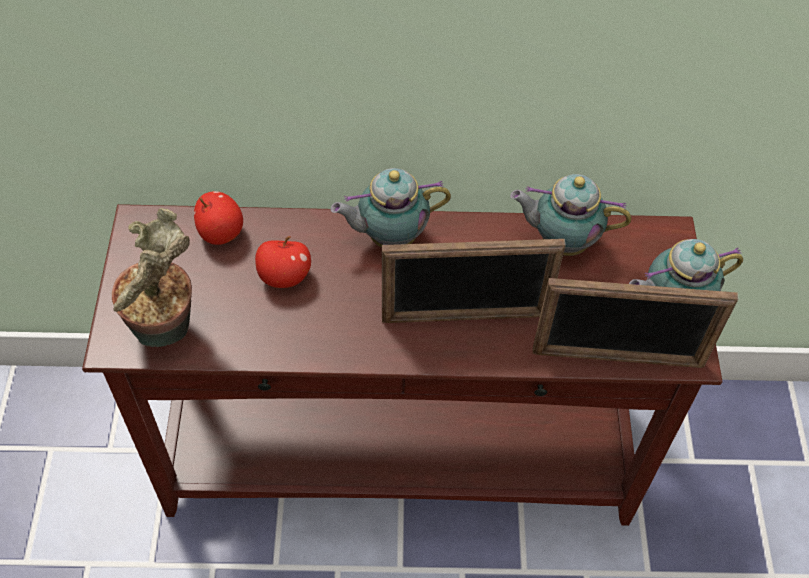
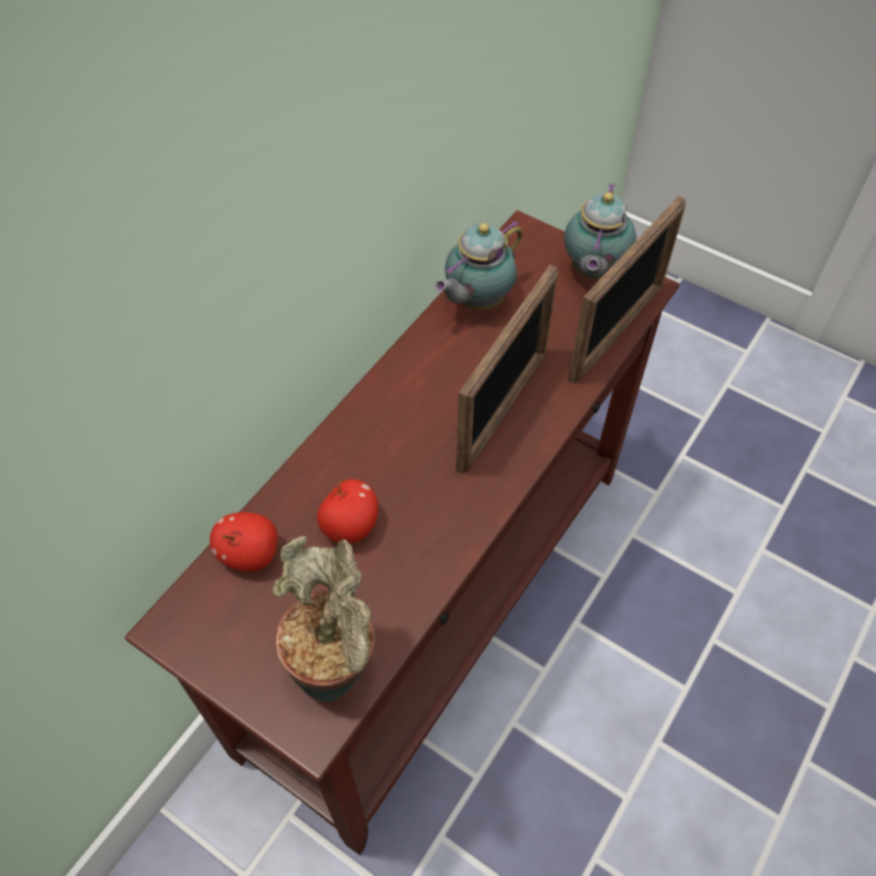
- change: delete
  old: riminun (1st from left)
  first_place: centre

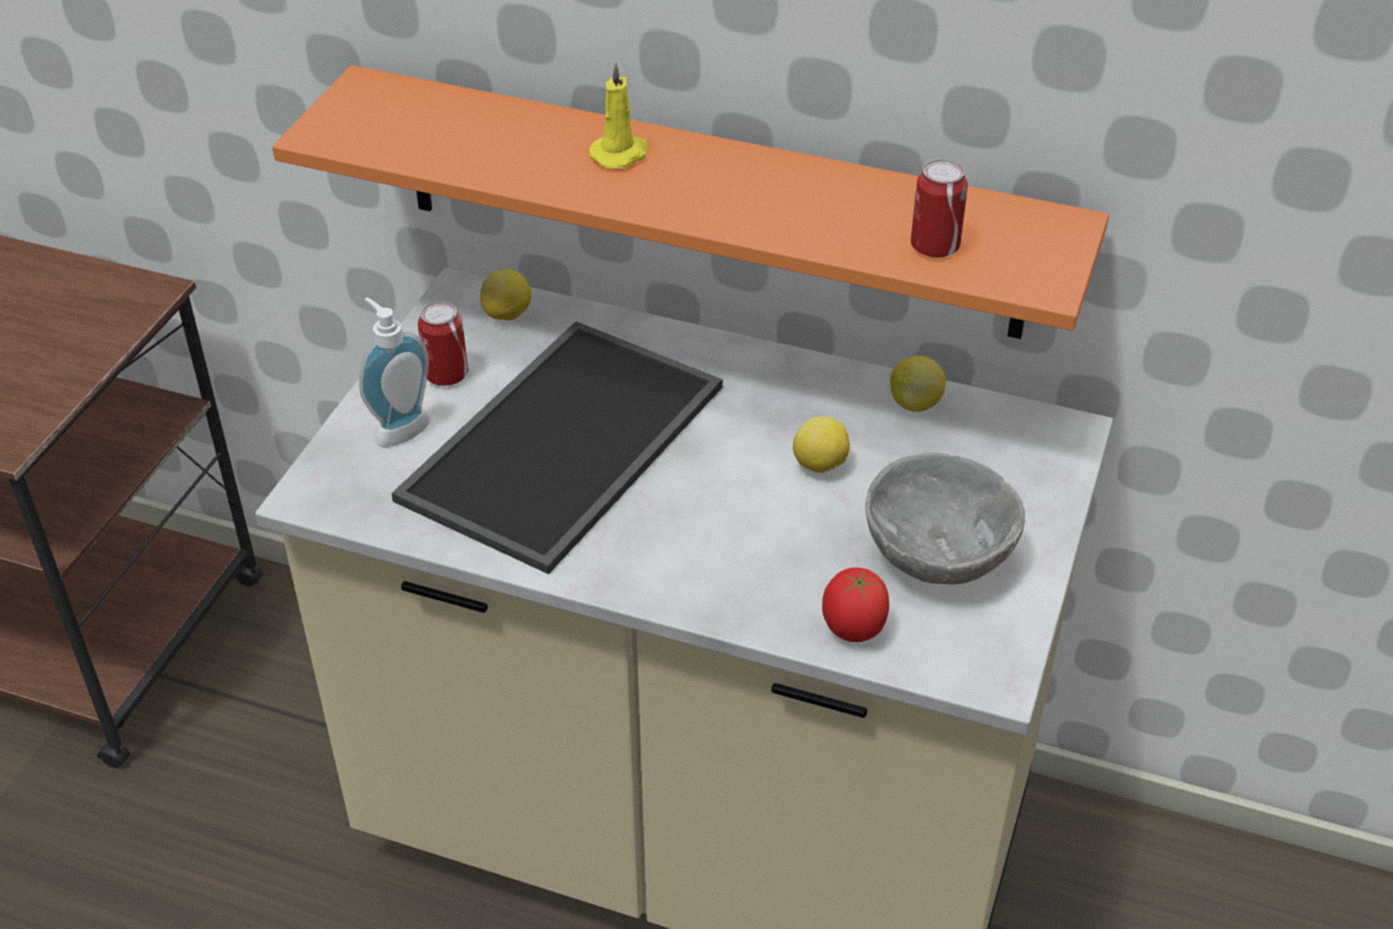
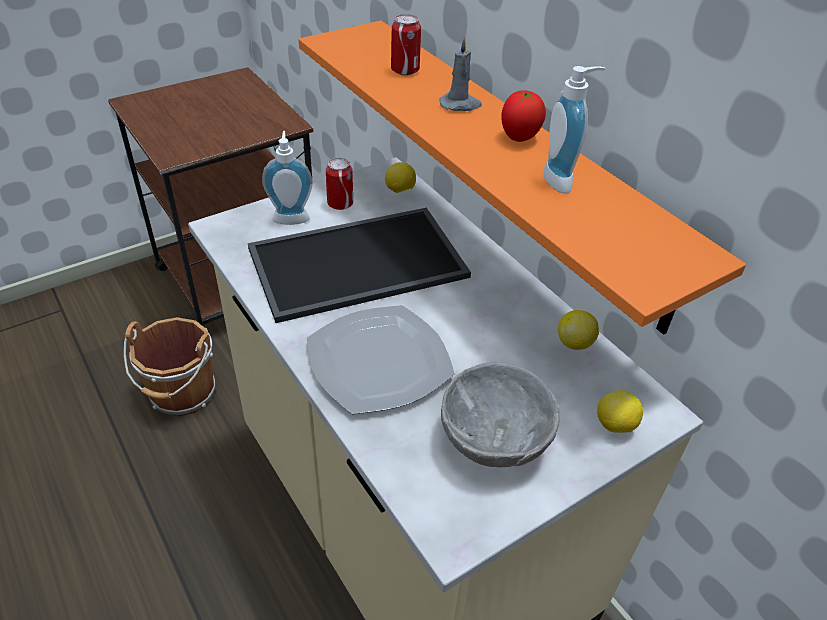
- change: recolor
  old: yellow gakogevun
  new: grey gakogevun
  first_place: top centre
  second_place: top centre
- change: move
  old: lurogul (2nd from left)
  first_place: top right
  second_place: top centre
- change: move
  old: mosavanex (2nd from left in the first image)
  new: mosavanex (3rd from left)
  first_place: centre
  second_place: middle right
- change: move
  old: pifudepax
  first_place: centre
  second_place: top centre
- change: insert
  new: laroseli (2nd from left)
  second_place: top right
- change: insert
  new: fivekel
  second_place: centre
- change: insert
  new: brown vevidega
  second_place: middle left

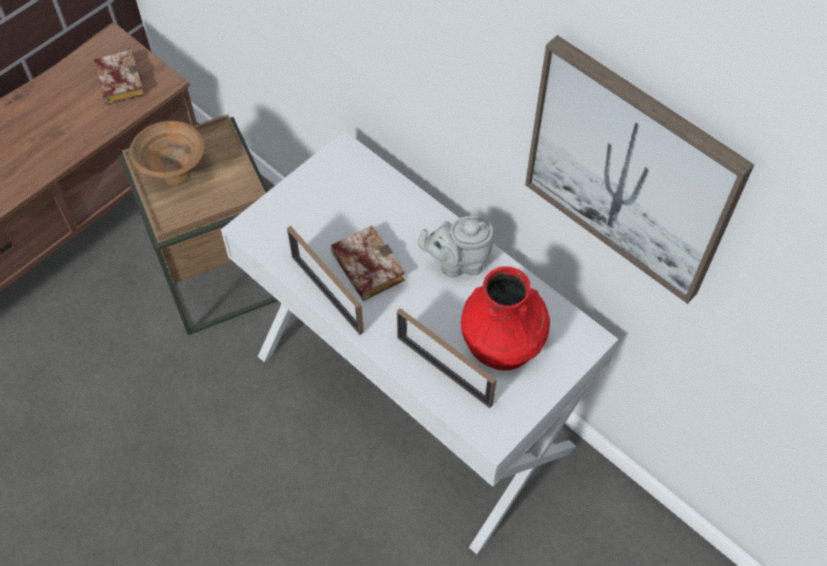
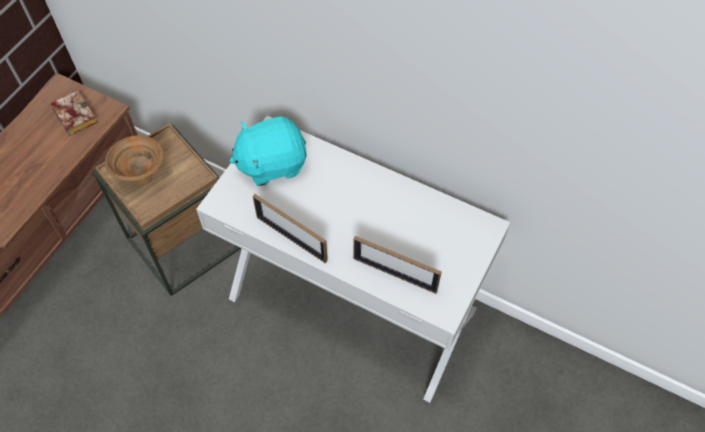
- change: delete
  old: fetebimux
  first_place: top right
- change: delete
  old: grey riminun
  first_place: centre
- change: delete
  old: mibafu (2nd from left)
  first_place: centre
- change: delete
  old: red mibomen
  first_place: centre
- change: insert
  new: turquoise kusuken
  second_place: centre

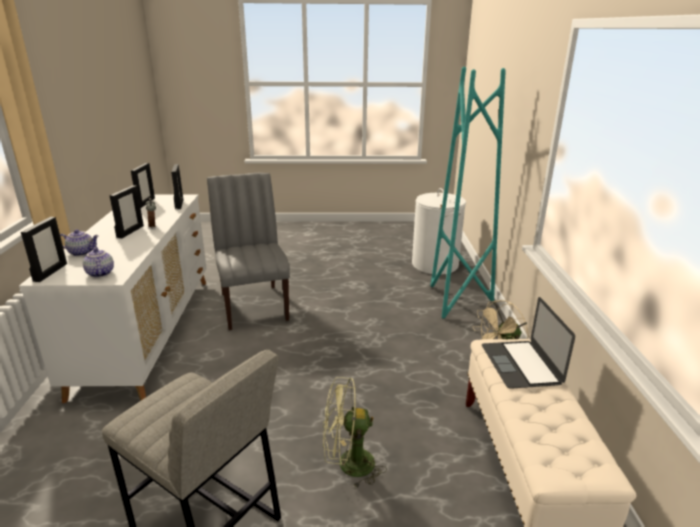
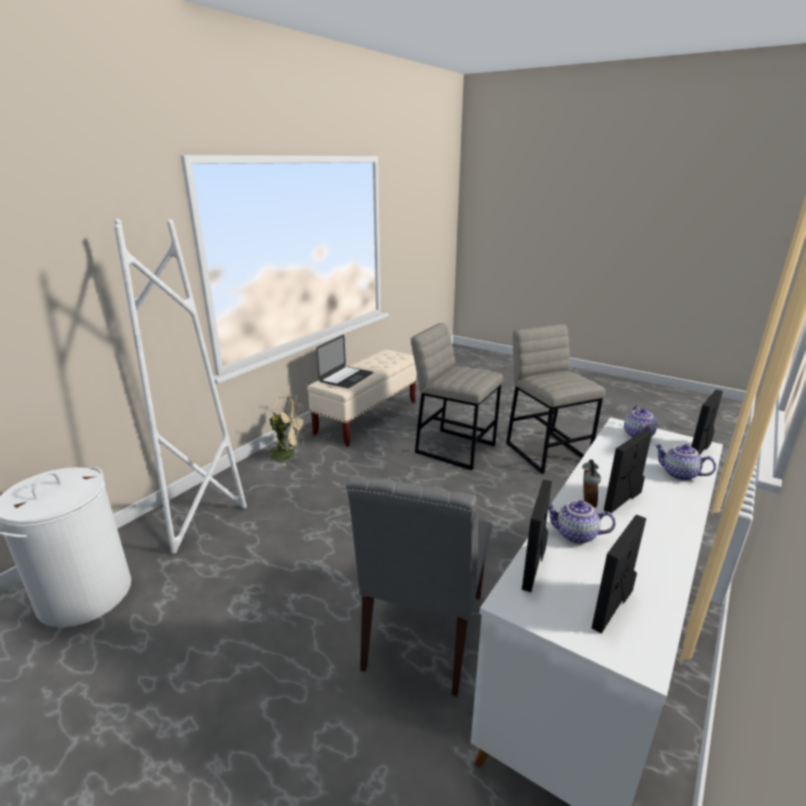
- change: recolor
  old: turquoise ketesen
  new: white ketesen
  first_place: middle right
  second_place: middle left
- change: replace
  old: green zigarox
  new: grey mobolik (2nd from left)
  first_place: bottom centre
  second_place: centre
- change: insert
  new: riminun (1st from left)
  second_place: middle right

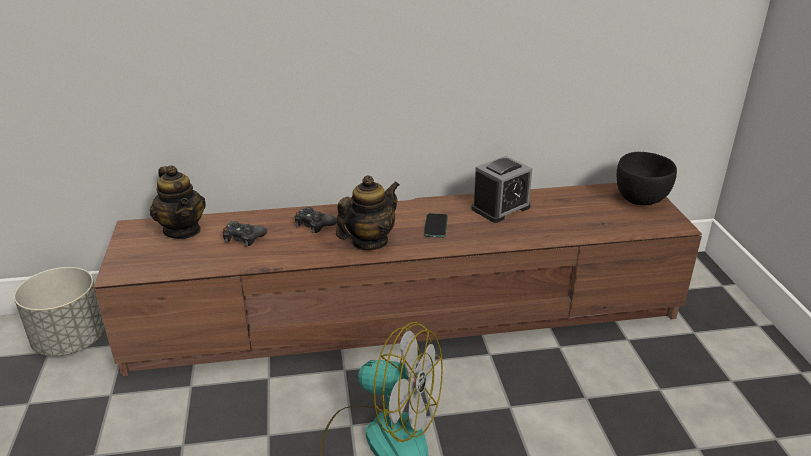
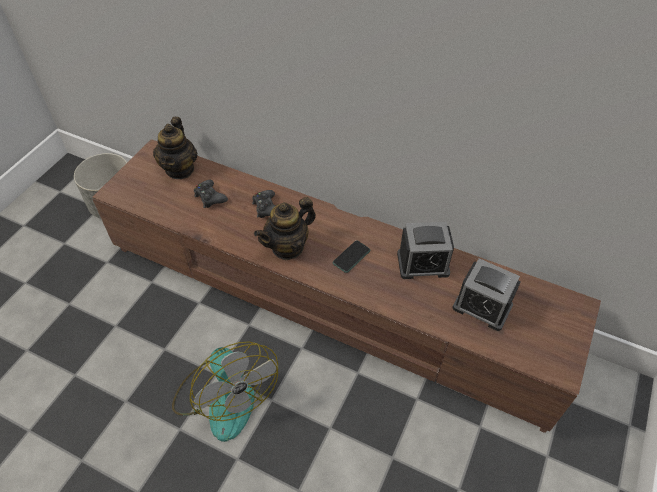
- change: delete
  old: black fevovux
  first_place: middle right
- change: rotate
  old: riminun (2nd from left)
  first_place: centre
  second_place: centre
  degrees: 150
- change: insert
  new: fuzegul (2nd from left)
  second_place: middle right

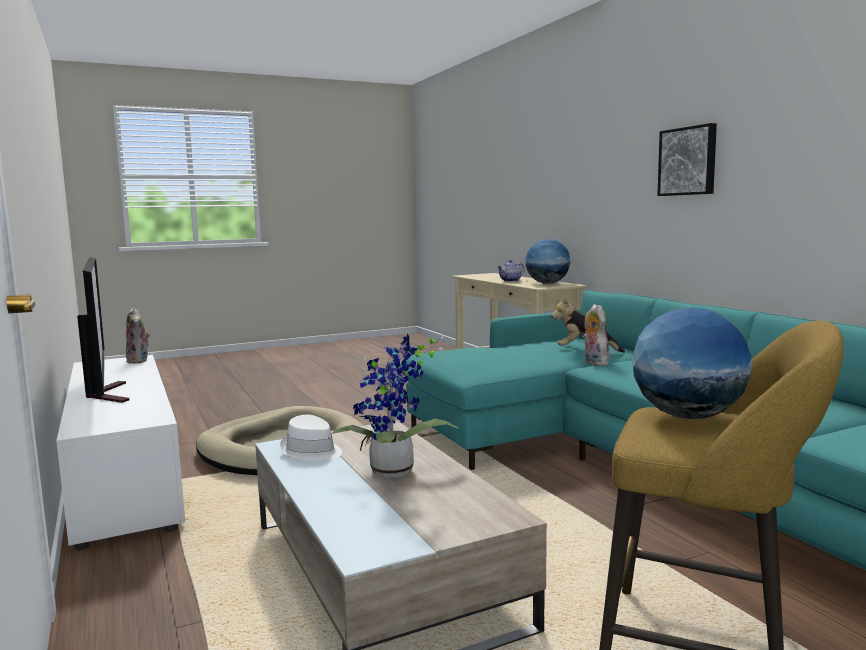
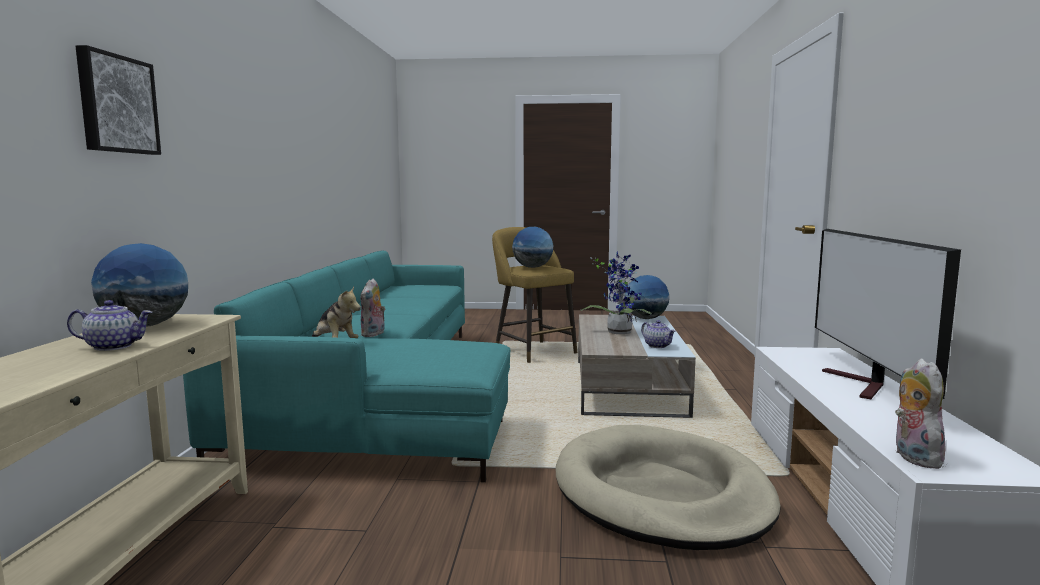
- change: move
  old: fetebimux
  first_place: top right
  second_place: top left
- change: replace
  old: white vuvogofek
  new: riminun (2nd from left)
  first_place: bottom centre
  second_place: centre
- change: insert
  new: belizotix (3rd from left)
  second_place: centre

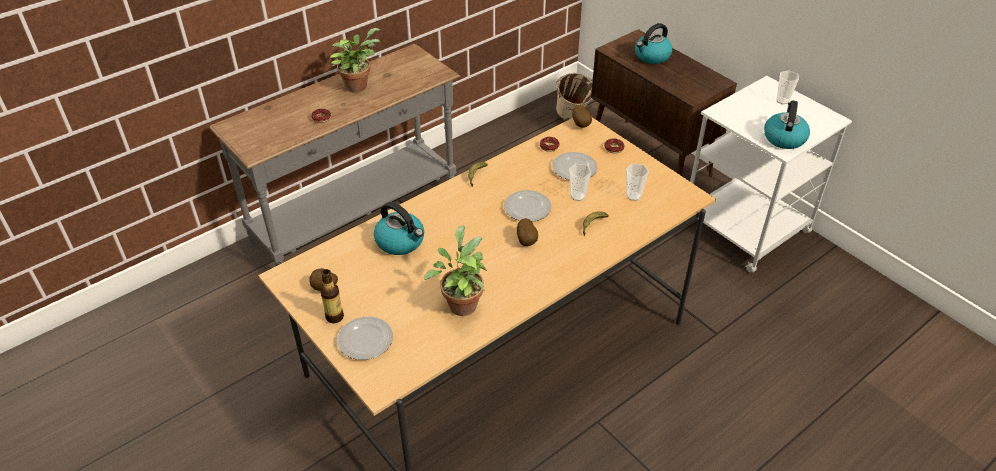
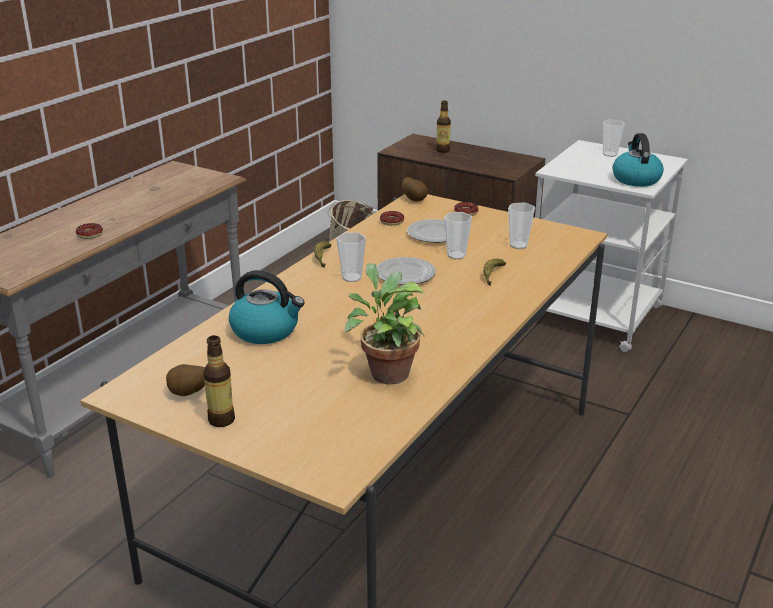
- change: replace
  old: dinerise (2nd from left)
  new: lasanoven (2nd from left)
  first_place: top centre
  second_place: top centre
- change: delete
  old: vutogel (1st from left)
  first_place: top centre
- change: delete
  old: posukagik (2nd from left)
  first_place: centre
- change: delete
  old: fivekel (1st from left)
  first_place: bottom centre
- change: insert
  new: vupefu (1st from left)
  second_place: centre

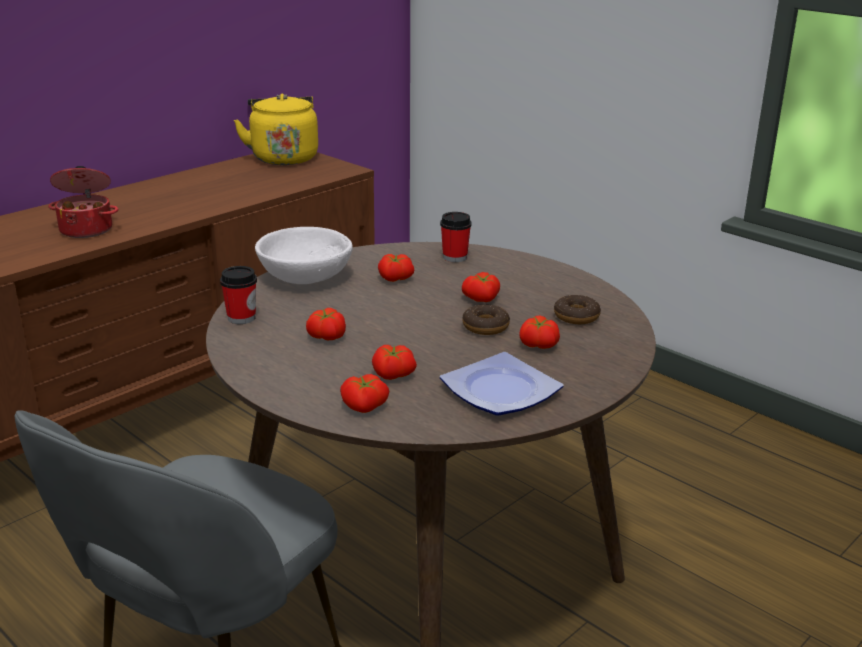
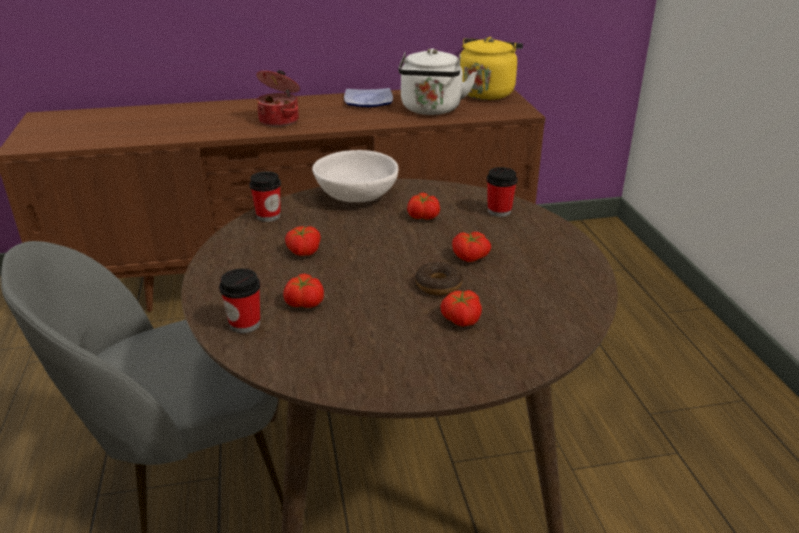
- change: delete
  old: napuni (2nd from left)
  first_place: middle right
- change: move
  old: fivekel
  first_place: centre
  second_place: top centre
- change: replace
  old: pifudepax (2nd from left)
  new: vupefu (1st from left)
  first_place: centre
  second_place: middle left
- change: insert
  new: white dinerise
  second_place: top centre

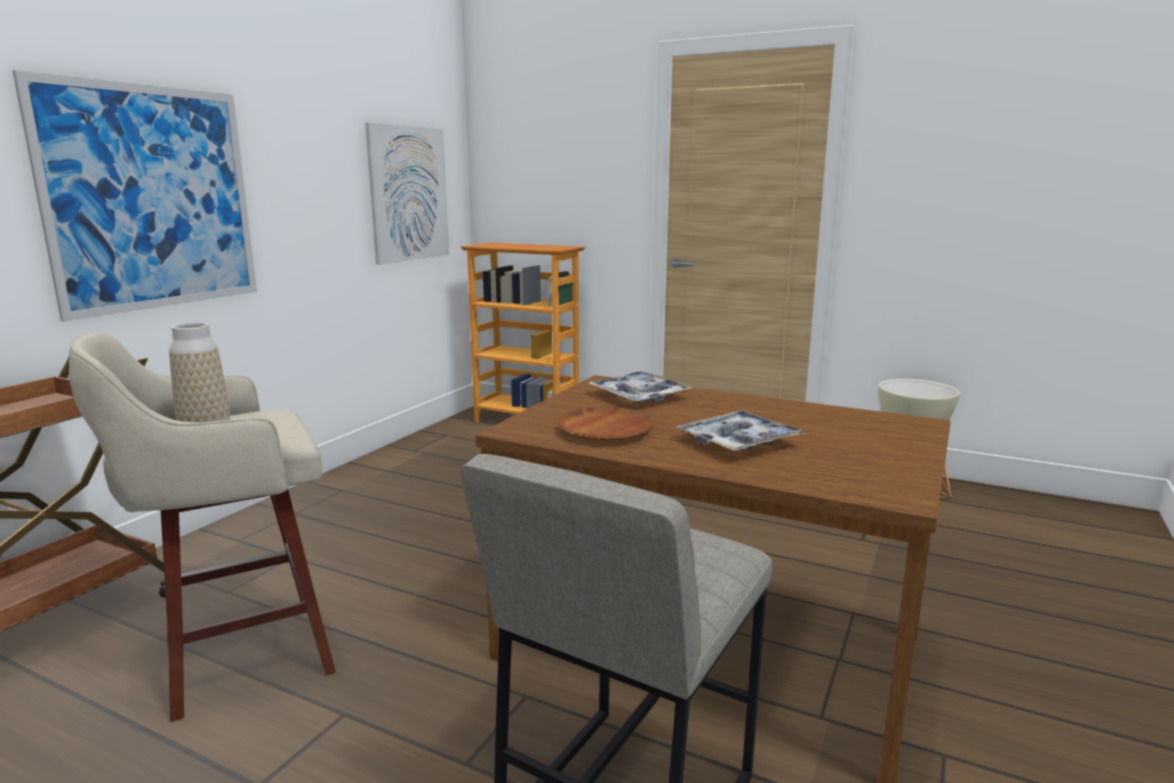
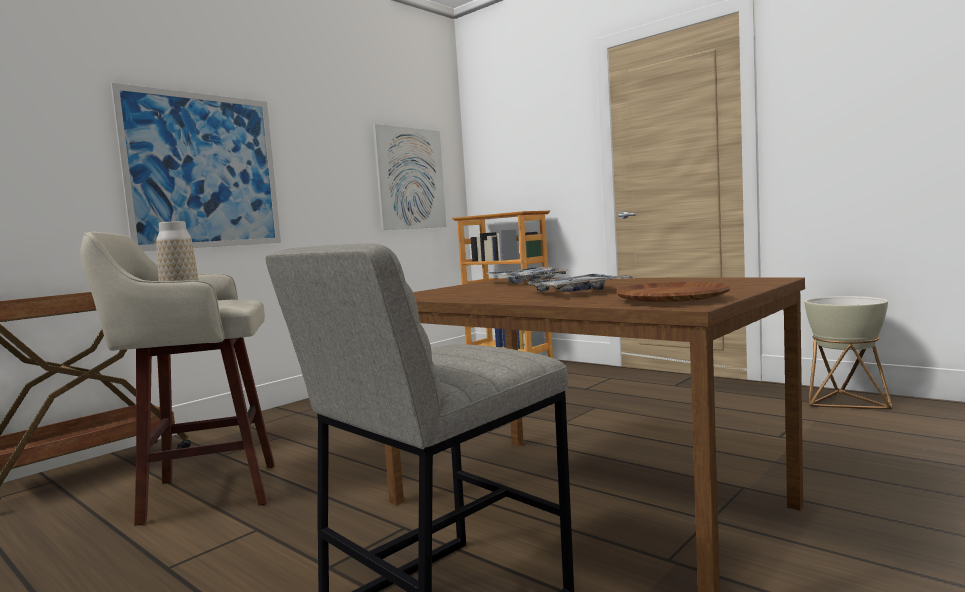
- change: move
  old: brown fivekel
  first_place: centre
  second_place: middle right

